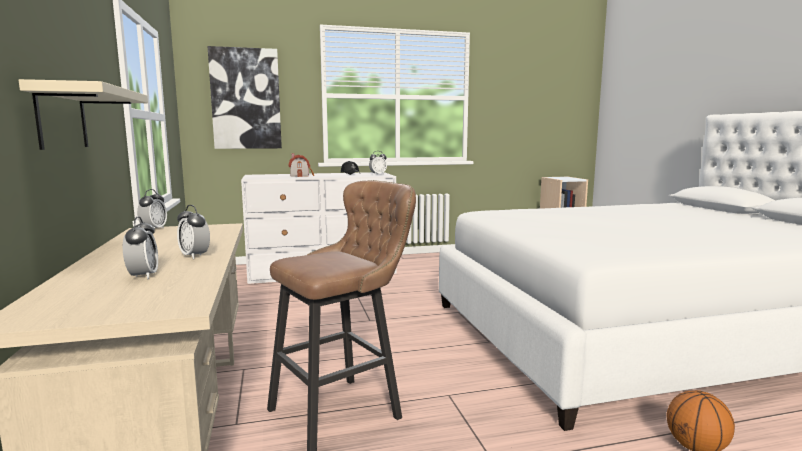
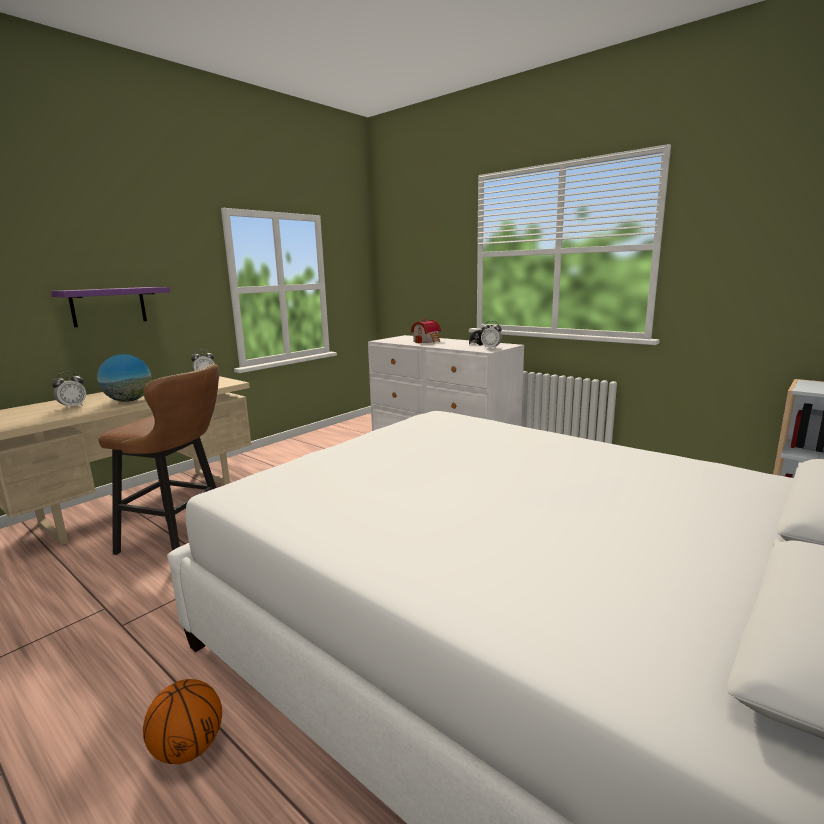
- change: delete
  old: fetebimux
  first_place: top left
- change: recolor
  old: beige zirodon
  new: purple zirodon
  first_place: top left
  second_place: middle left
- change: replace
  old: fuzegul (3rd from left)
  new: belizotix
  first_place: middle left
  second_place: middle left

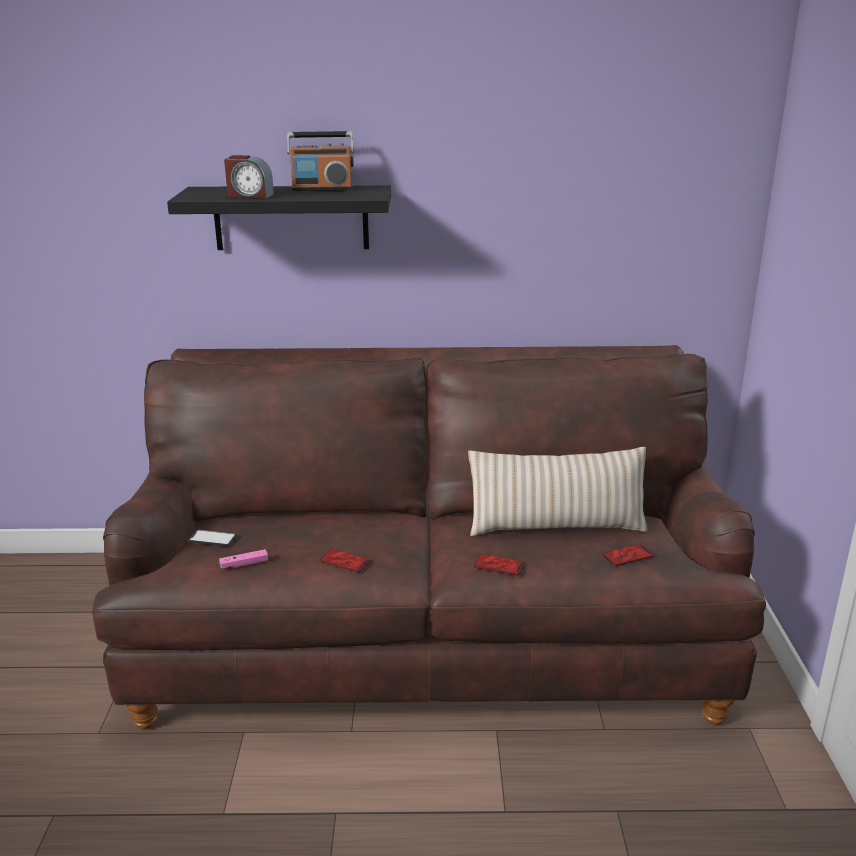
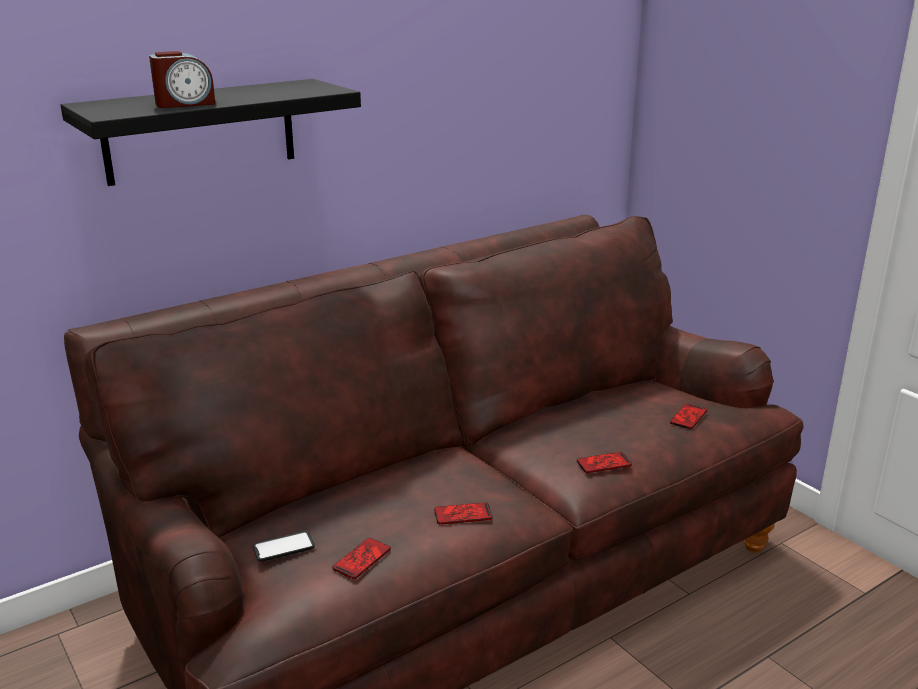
- change: delete
  old: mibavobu
  first_place: top centre
- change: delete
  old: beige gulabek
  first_place: centre
- change: replace
  old: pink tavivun
  new: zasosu (2nd from left)
  first_place: middle left
  second_place: bottom centre

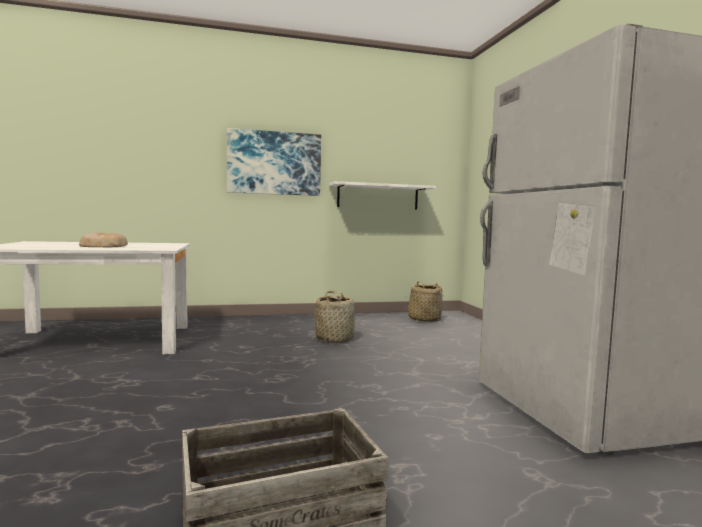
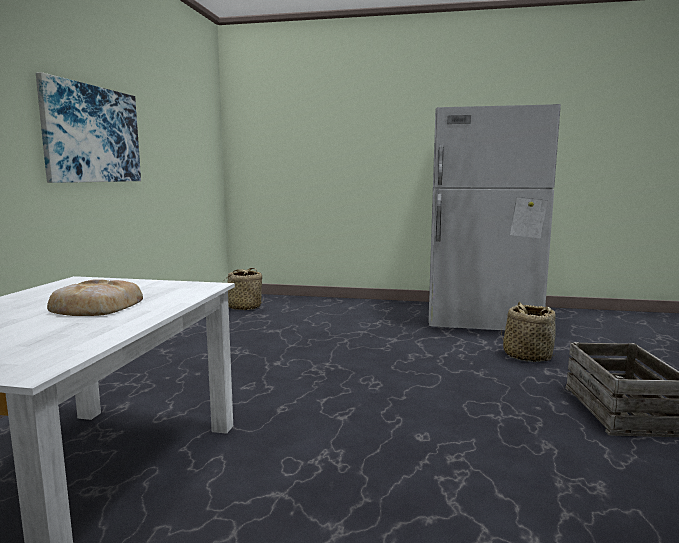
- change: delete
  old: white zirodon
  first_place: centre
- change: move
  old: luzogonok (1st from left in the first image)
  new: luzogonok (2nd from left)
  first_place: centre
  second_place: middle right

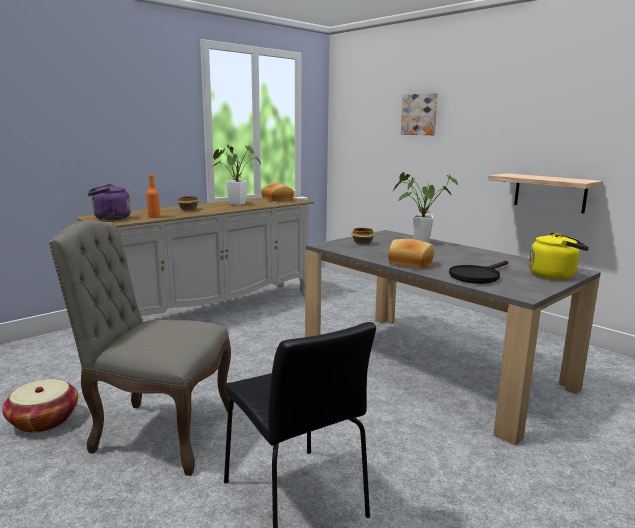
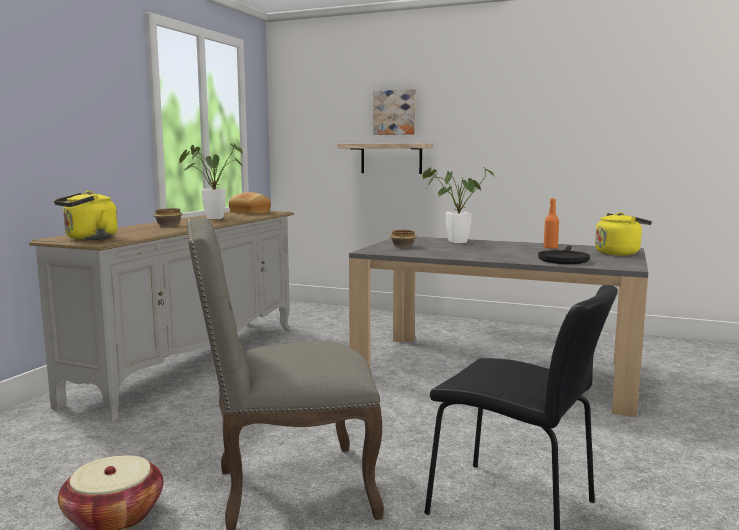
- change: move
  old: zirodon
  first_place: middle right
  second_place: top centre
- change: move
  old: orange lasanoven
  first_place: middle left
  second_place: middle right
- change: recolor
  old: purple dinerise
  new: yellow dinerise (1st from left)
  first_place: middle left
  second_place: middle left
- change: delete
  old: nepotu (2nd from left)
  first_place: centre

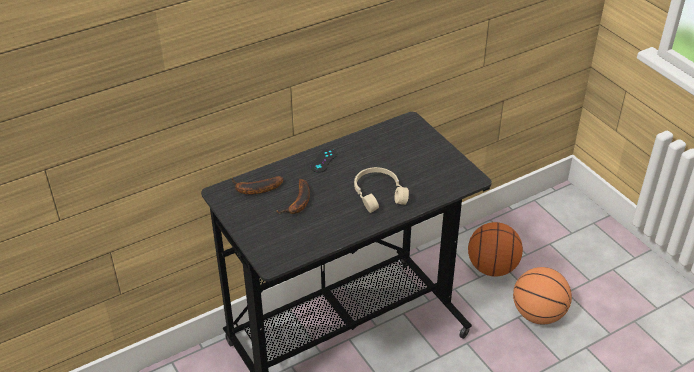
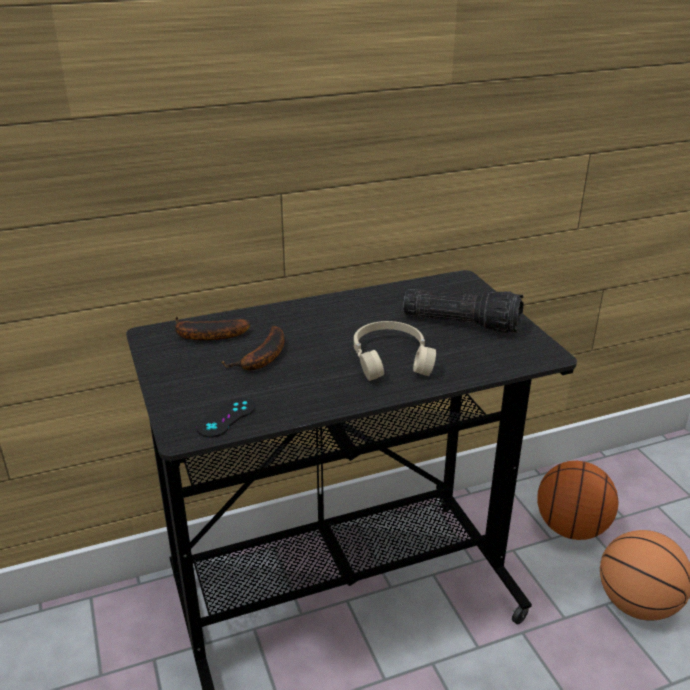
- change: move
  old: black tavivun
  first_place: centre
  second_place: middle left
- change: insert
  new: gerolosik
  second_place: middle right

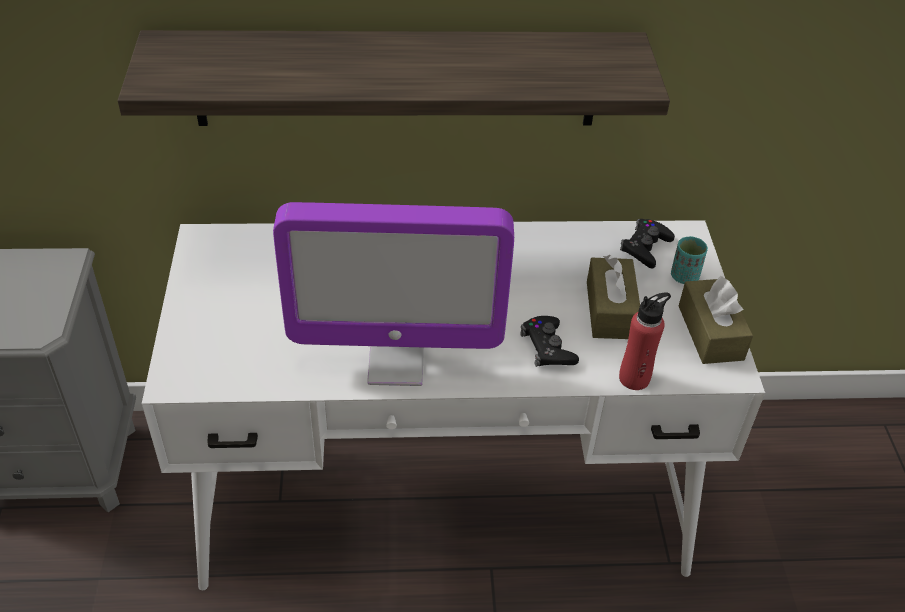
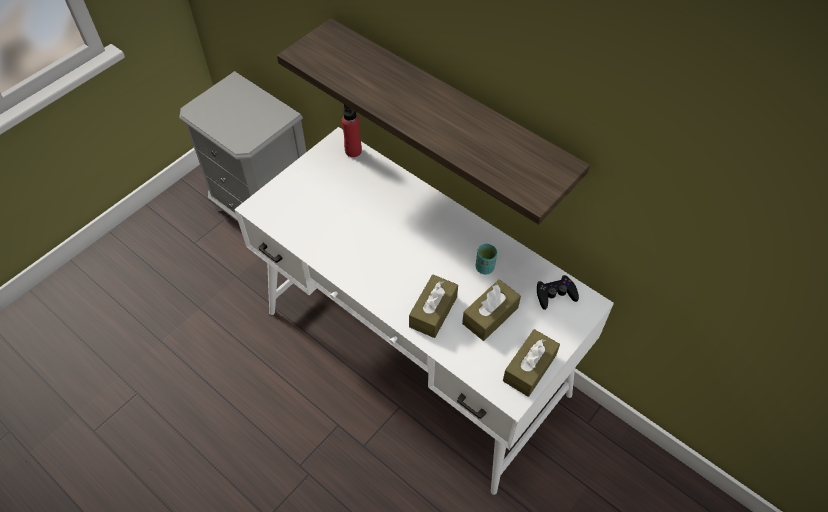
- change: delete
  old: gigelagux
  first_place: centre
- change: move
  old: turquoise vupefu
  first_place: middle right
  second_place: centre
- change: move
  old: red lasanoven
  first_place: middle right
  second_place: top centre
- change: replace
  old: black tavivun (1st from left)
  new: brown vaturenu (1st from left)
  first_place: centre
  second_place: centre

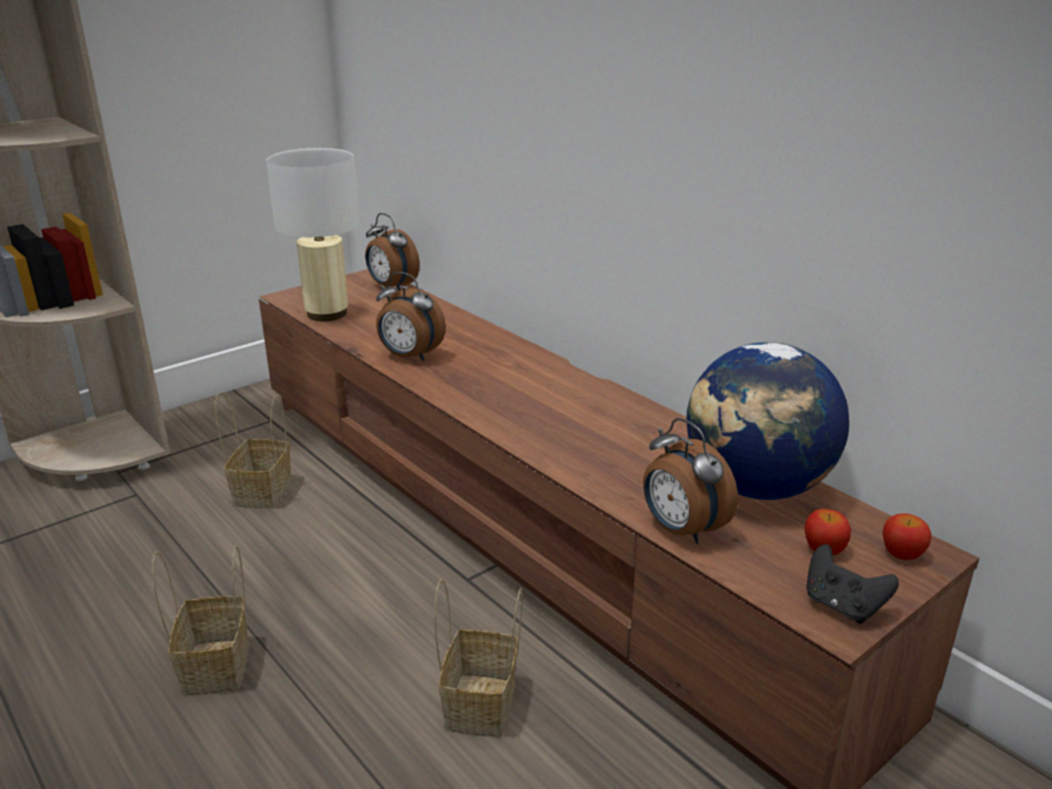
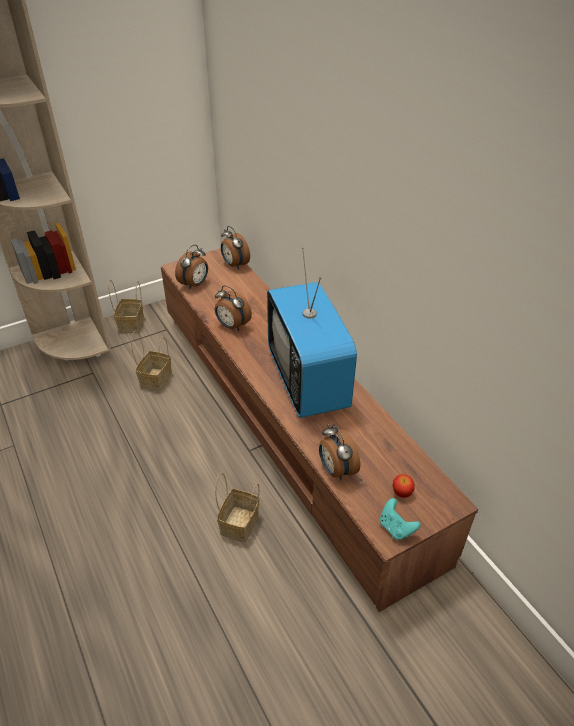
- change: replace
  old: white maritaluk
  new: fuzegul (1st from left)
  first_place: top left
  second_place: middle left
- change: delete
  old: belizotix
  first_place: middle right
- change: delete
  old: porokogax (2nd from left)
  first_place: bottom right
- change: move
  old: luzogonok (1st from left)
  first_place: bottom left
  second_place: middle left
- change: recolor
  old: black tavivun
  new: turquoise tavivun
  first_place: bottom right
  second_place: bottom right
- change: insert
  new: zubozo
  second_place: centre

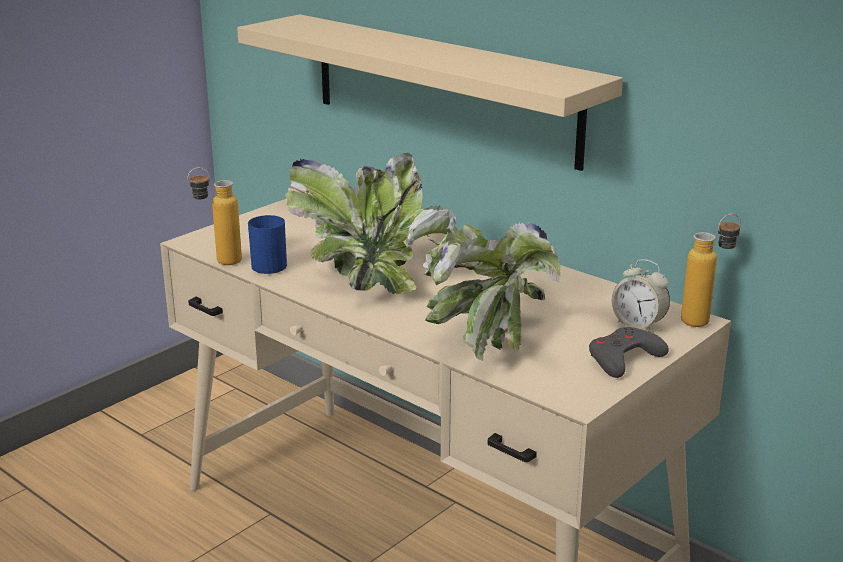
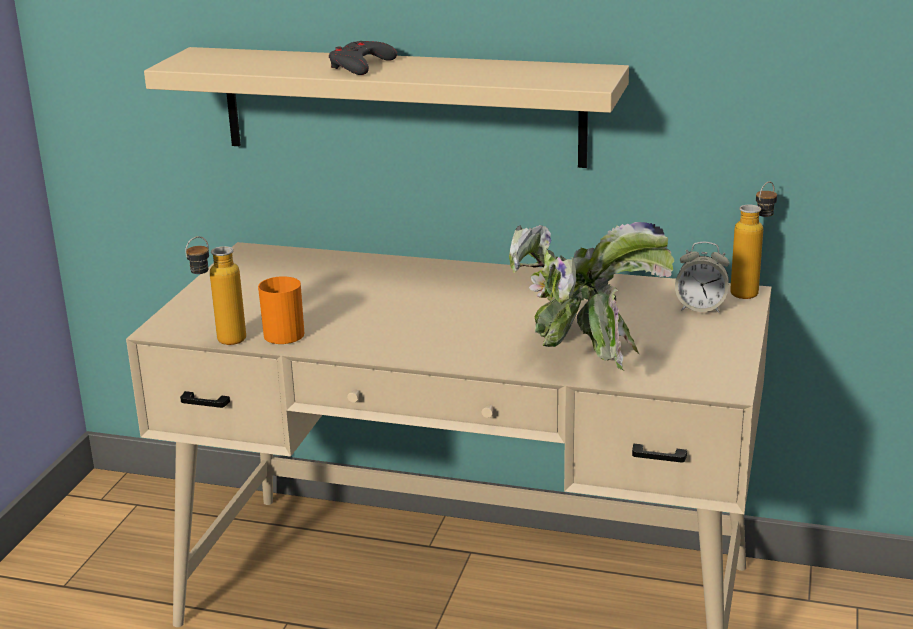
- change: delete
  old: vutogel (1st from left)
  first_place: centre
- change: recolor
  old: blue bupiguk
  new: orange bupiguk
  first_place: middle left
  second_place: middle left
- change: move
  old: grey tavivun
  first_place: middle right
  second_place: top centre

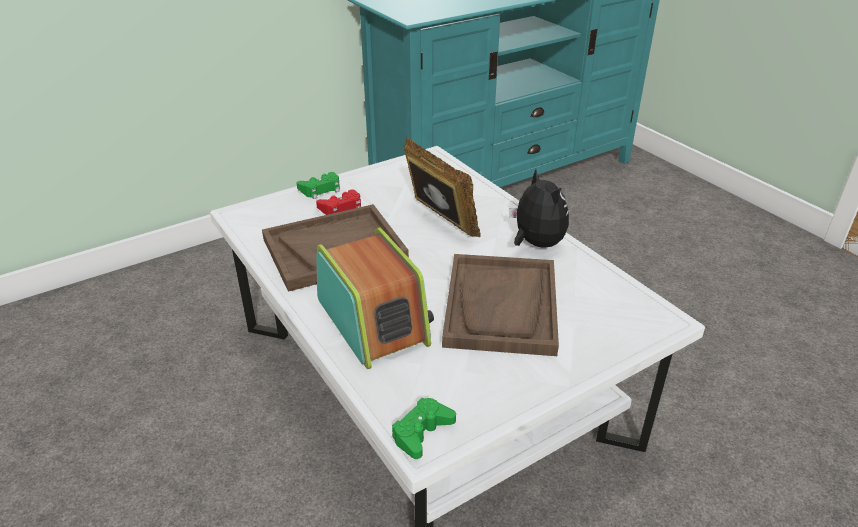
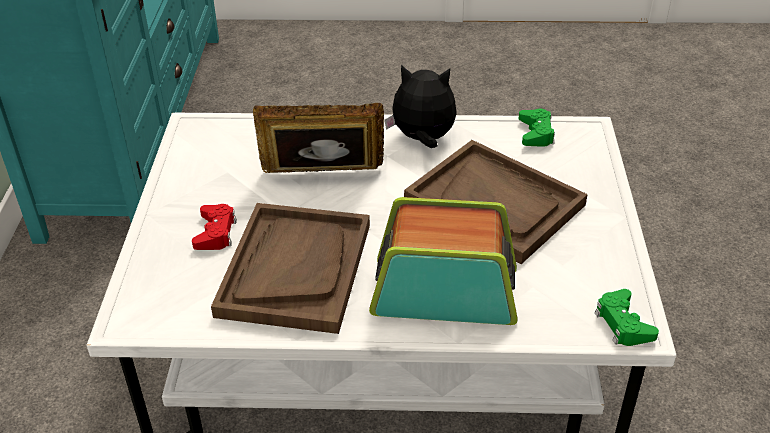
- change: move
  old: green tavivun (1st from left)
  first_place: centre
  second_place: top right

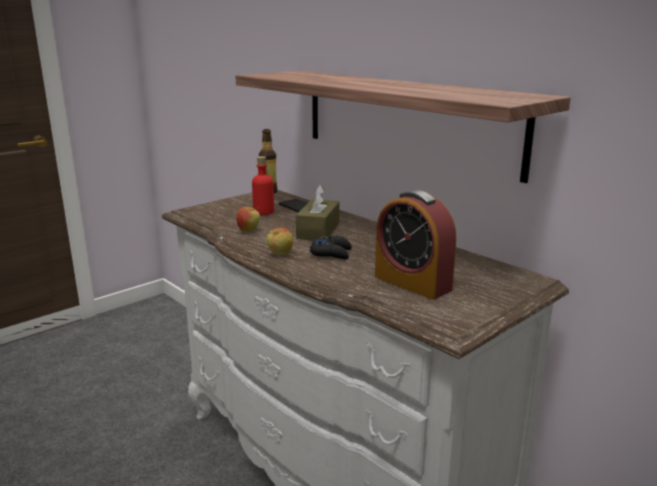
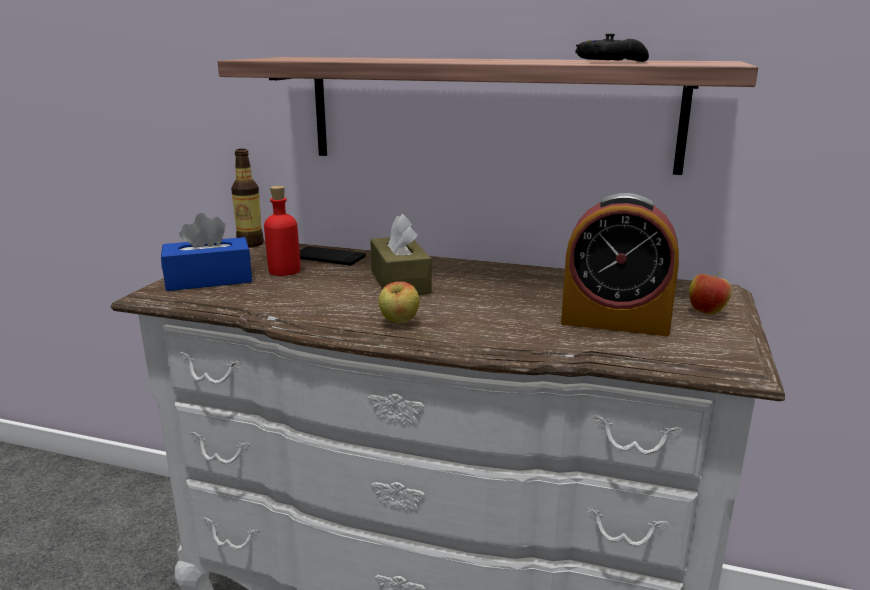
- change: move
  old: porokogax (1st from left in the first image)
  new: porokogax (2nd from left)
  first_place: centre
  second_place: middle right
- change: move
  old: black tavivun
  first_place: centre
  second_place: top right
- change: insert
  new: blue vaturenu
  second_place: middle left

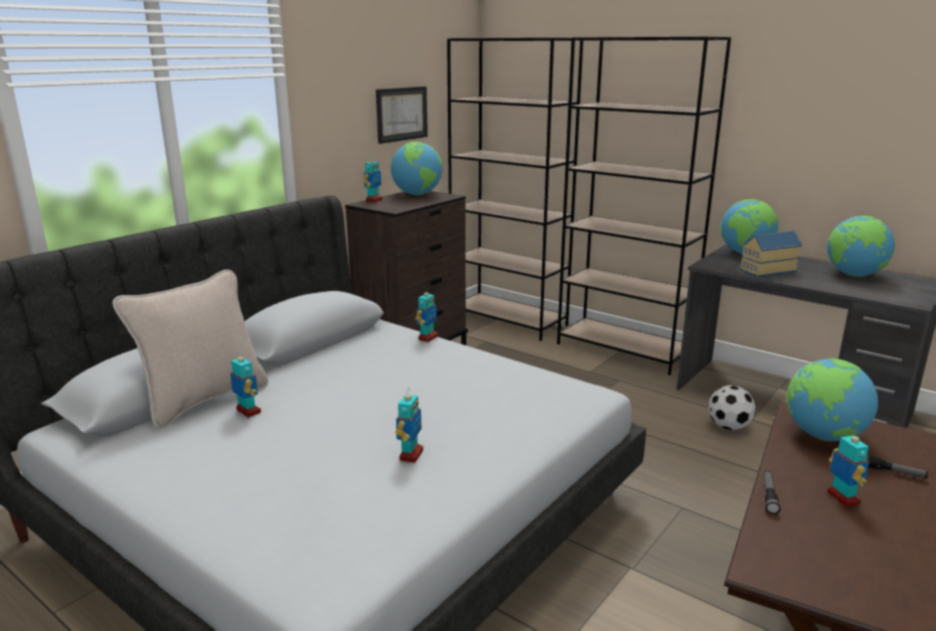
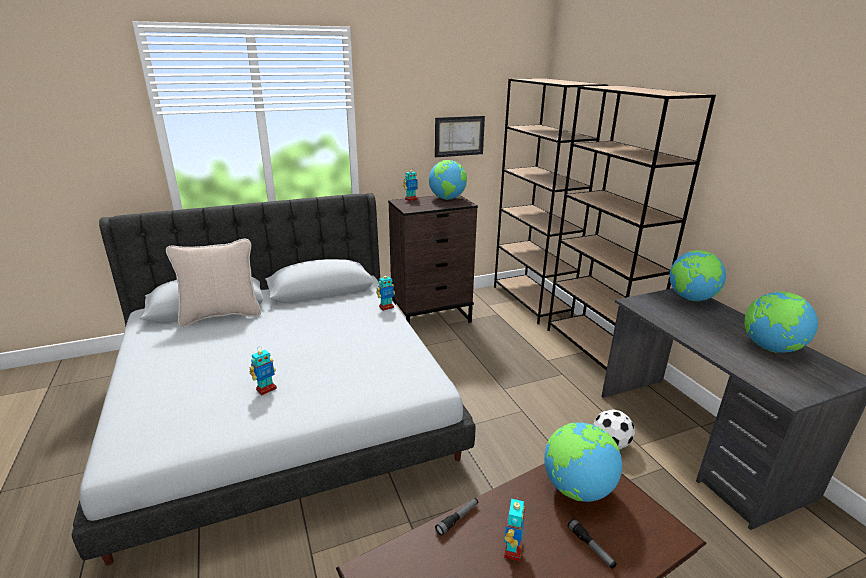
- change: delete
  old: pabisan
  first_place: middle right
- change: delete
  old: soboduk (1st from left)
  first_place: middle left

